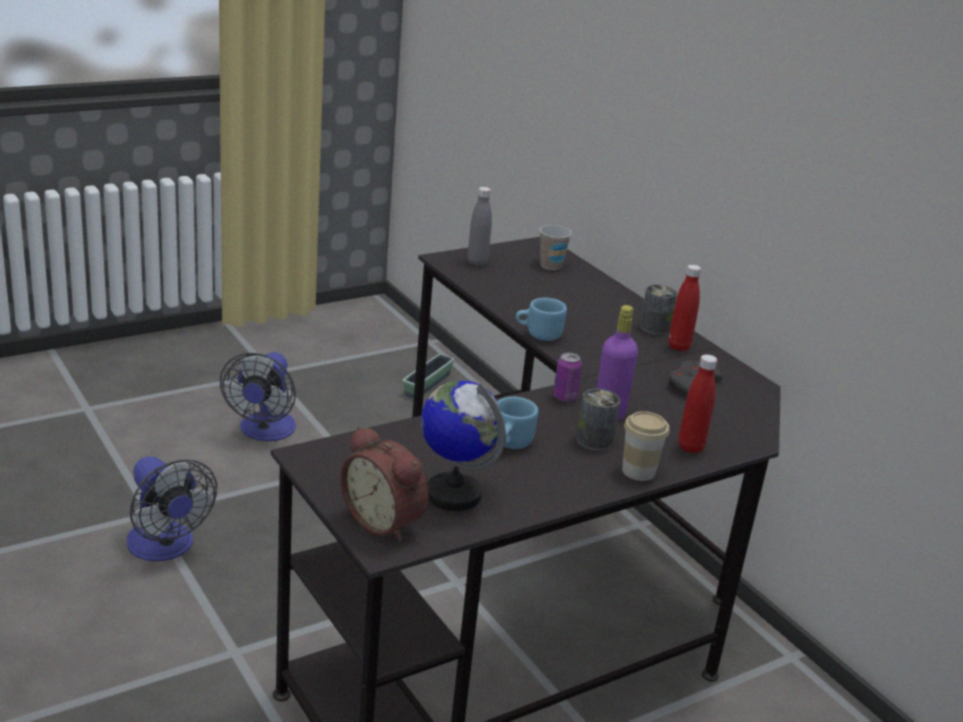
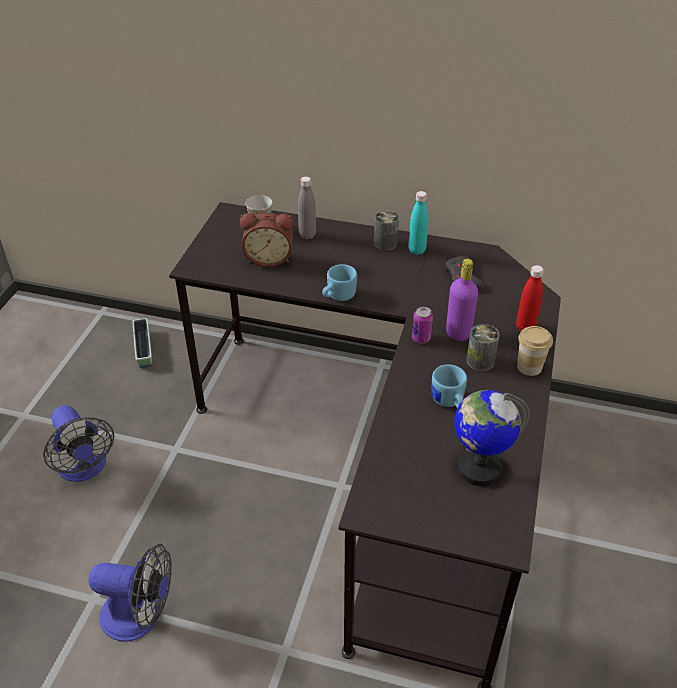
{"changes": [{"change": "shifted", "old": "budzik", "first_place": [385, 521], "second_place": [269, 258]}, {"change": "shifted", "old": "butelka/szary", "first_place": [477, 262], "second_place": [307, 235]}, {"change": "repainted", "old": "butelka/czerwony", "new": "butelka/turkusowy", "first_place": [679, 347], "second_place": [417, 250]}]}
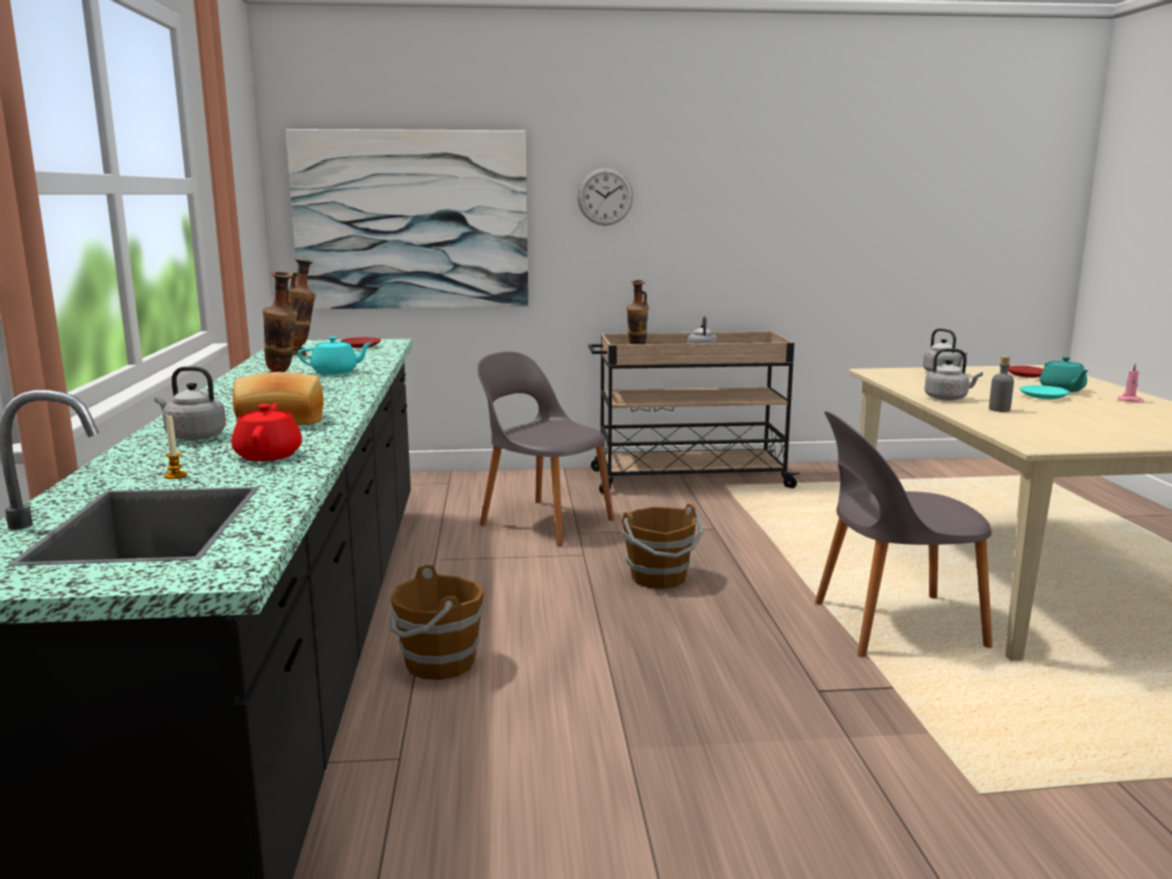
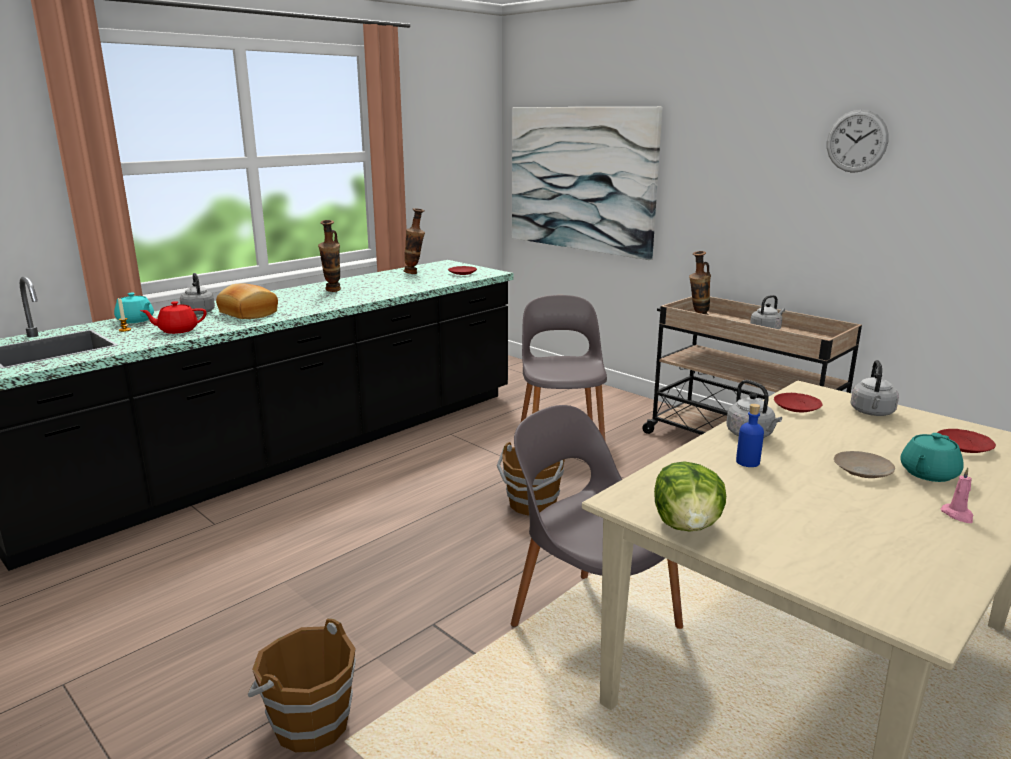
{"changes": [{"change": "rotated", "old": "imbryk/czerwony", "first_place": [269, 455], "second_place": [177, 330], "degrees": -150}, {"change": "shifted", "old": "imbryk/turkusowy", "first_place": [336, 372], "second_place": [136, 320]}, {"change": "shifted", "old": "wiadro/brązowy", "first_place": [438, 663], "second_place": [309, 723]}, {"change": "shifted", "old": "zegar ścienny", "first_place": [605, 196], "second_place": [856, 141]}, {"change": "repainted", "old": "butelka/szary", "new": "butelka/niebieski", "first_place": [999, 409], "second_place": [747, 462]}, {"change": "repainted", "old": "talerz/turkusowy", "new": "talerz/beżowy", "first_place": [1044, 397], "second_place": [862, 471]}, {"change": "new", "new": "sałata", "second_place": [687, 526]}, {"change": "new", "new": "talerz/czerwony", "second_place": [797, 408]}]}
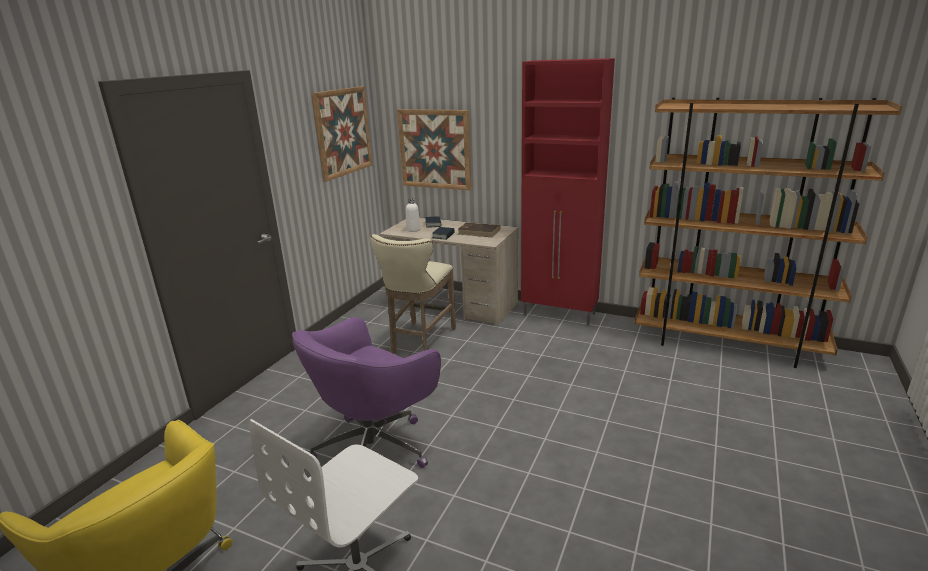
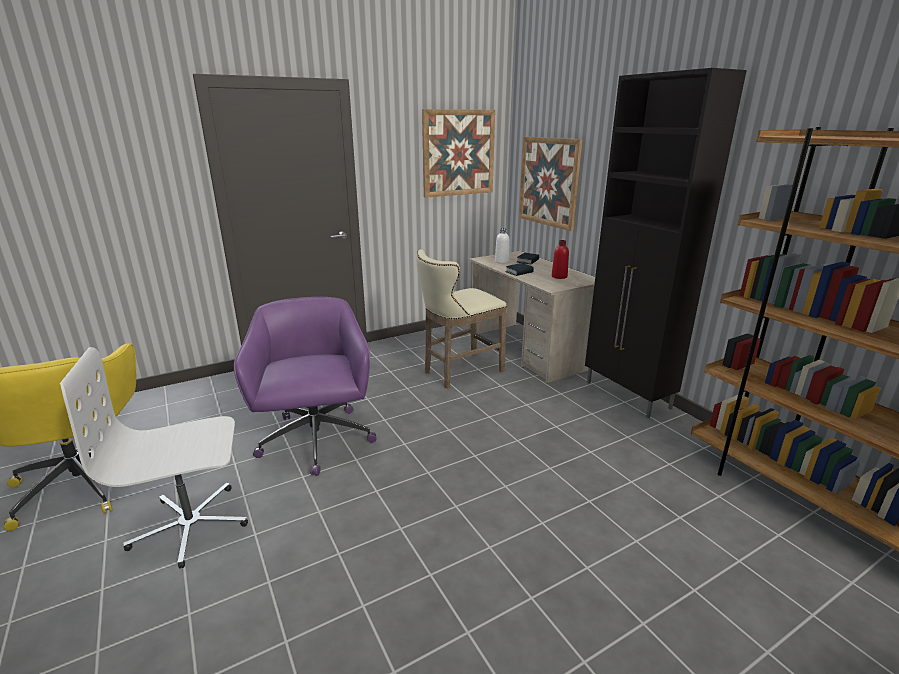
{"changes": [{"change": "rotated", "old": "krzesło biurowe/fioletowy", "first_place": [375, 448], "second_place": [316, 441], "degrees": 90}, {"change": "swapped", "old": "książka/brązowy", "new": "butelka/czerwony", "first_place": [479, 232], "second_place": [559, 276]}, {"change": "repainted", "old": "szafka/czerwony", "new": "szafka/czarny", "first_place": [560, 314], "second_place": [628, 395]}]}
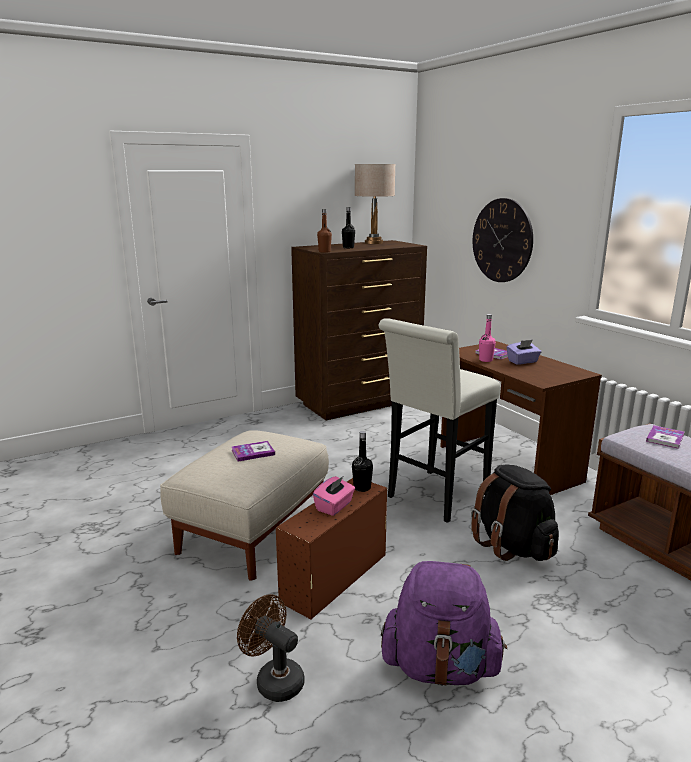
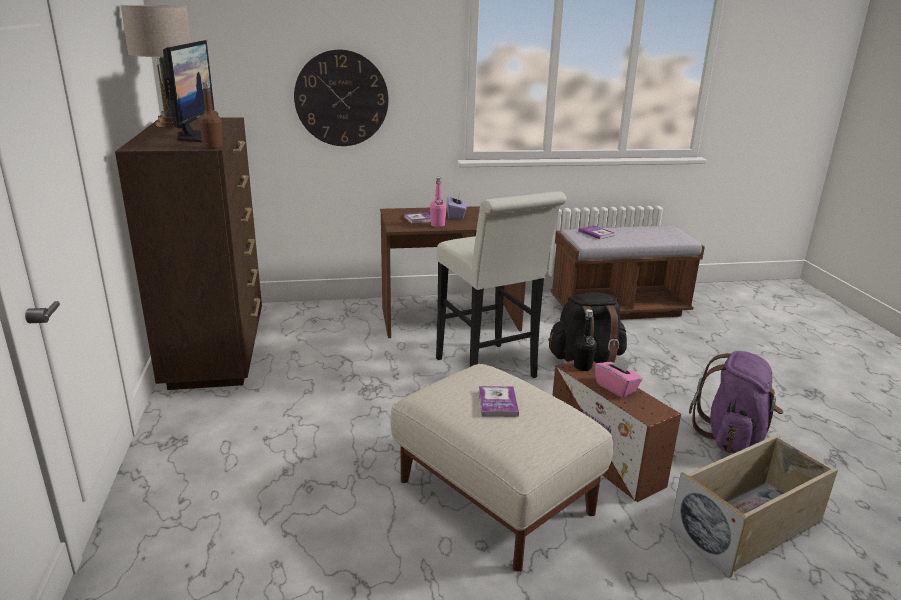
{"changes": [{"change": "swapped", "old": "wentylator/brązowy", "new": "pojemnik do przechowywania/beżowy", "first_place": [274, 679], "second_place": [747, 525]}, {"change": "swapped", "old": "butelka/czarny", "new": "monitor", "first_place": [348, 247], "second_place": [194, 136]}]}
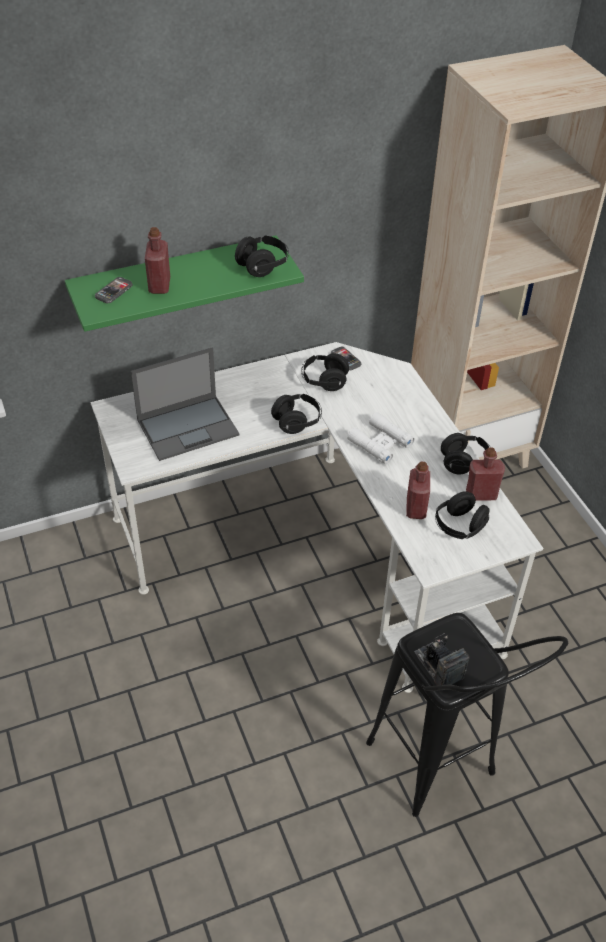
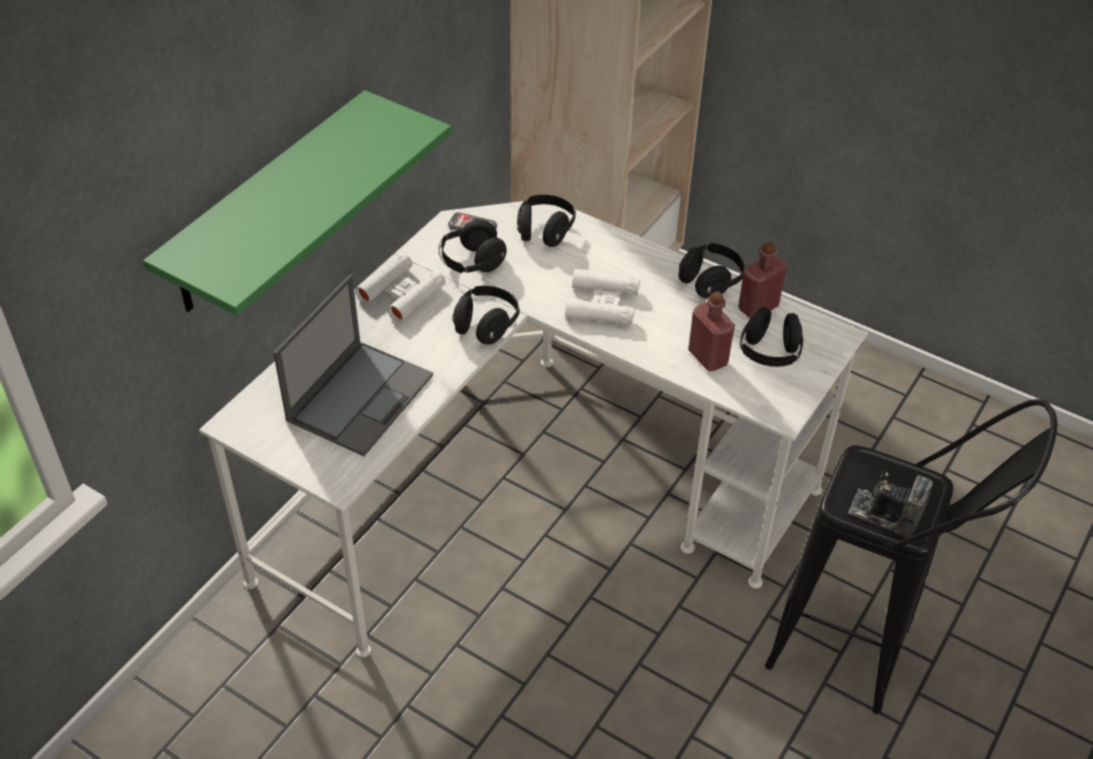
{"changes": [{"change": "gone", "old": "telefon", "first_place": [114, 291]}, {"change": "gone", "old": "butelka/czerwony", "first_place": [159, 285]}, {"change": "shifted", "old": "słuchawki/czarny", "first_place": [262, 266], "second_place": [545, 231]}, {"change": "new", "new": "lornetka/biały", "second_place": [401, 293]}]}
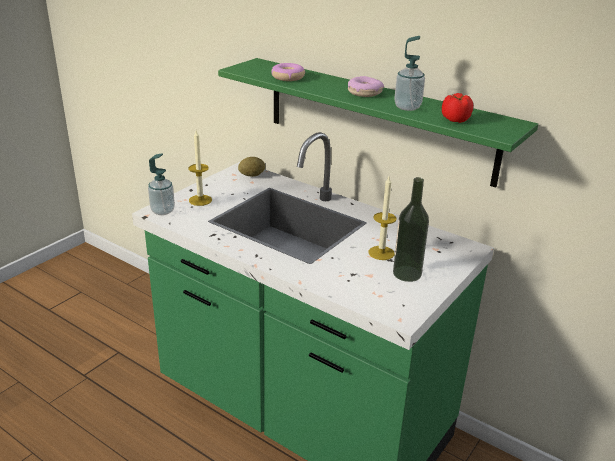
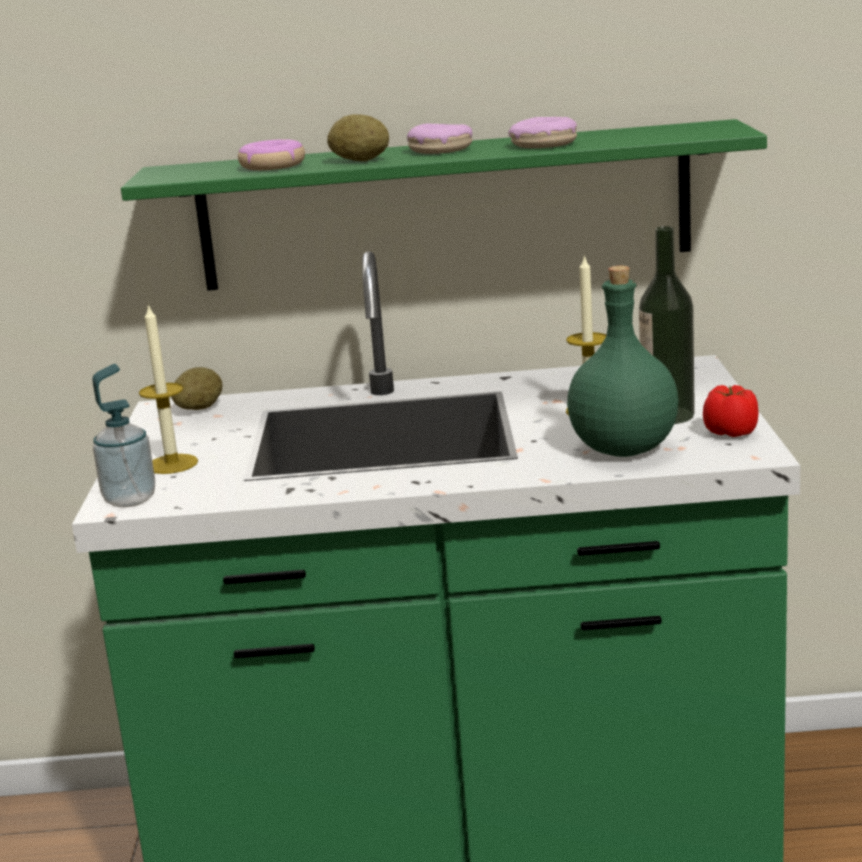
{"changes": [{"change": "swapped", "old": "dozownik mydła", "new": "donut", "first_place": [407, 107], "second_place": [543, 144]}, {"change": "shifted", "old": "pomidor", "first_place": [456, 120], "second_place": [731, 432]}, {"change": "new", "new": "ziemniak", "second_place": [360, 161]}, {"change": "new", "new": "butelka/zielony", "second_place": [625, 449]}]}
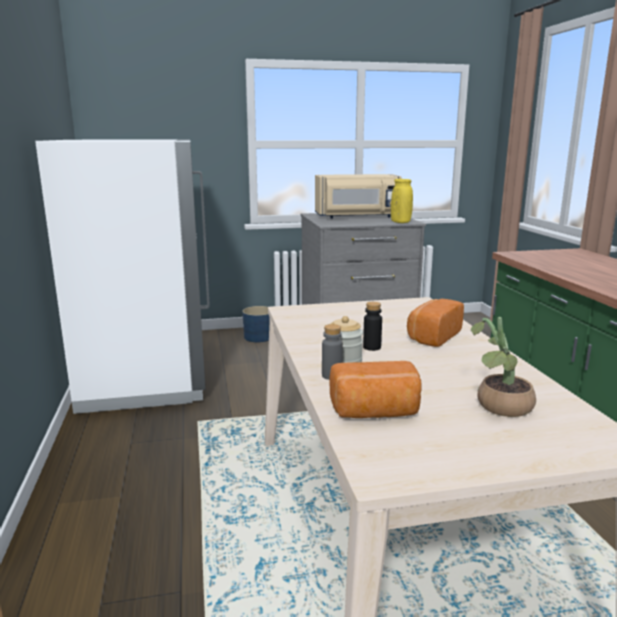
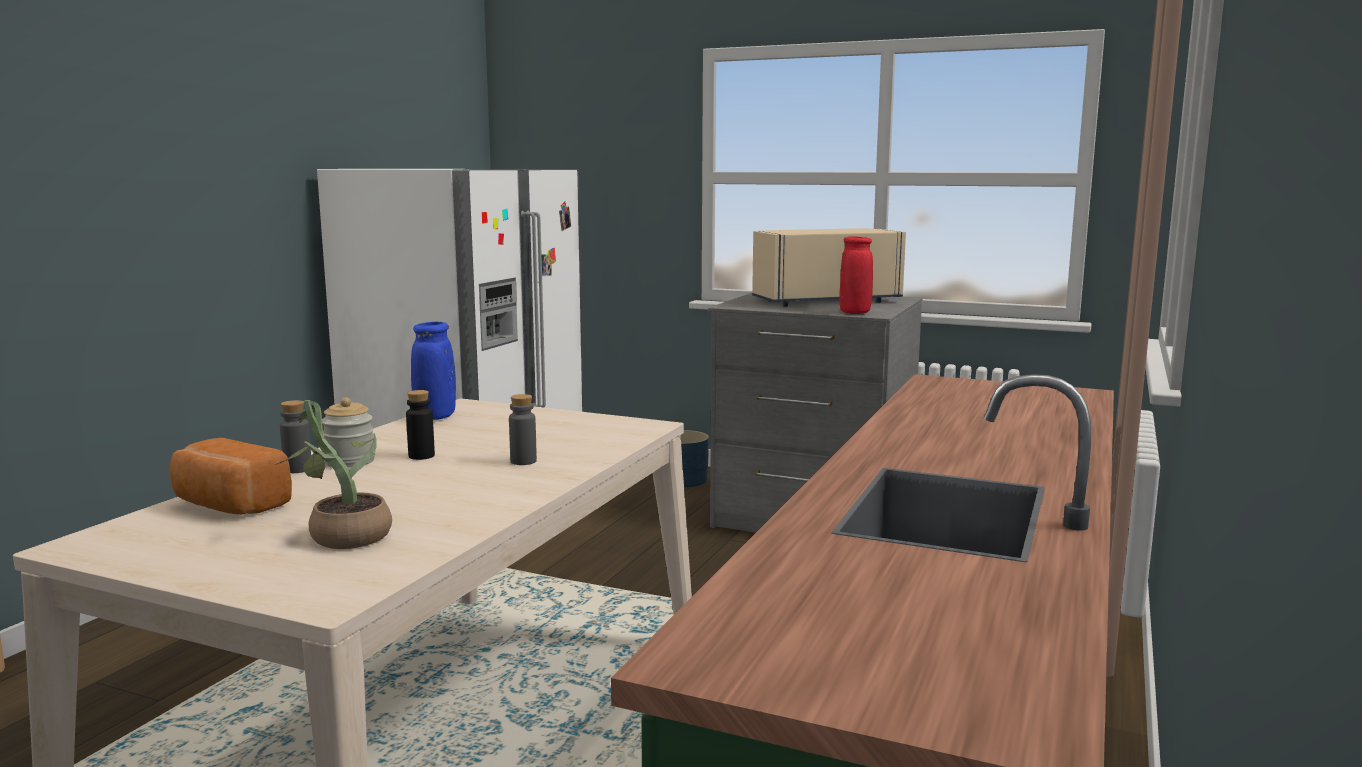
{"changes": [{"change": "rotated", "old": "mikrofalówka/beżowy", "first_place": [357, 217], "second_place": [822, 300], "degrees": 135}, {"change": "repainted", "old": "wazon/żółty", "new": "wazon/czerwony", "first_place": [400, 222], "second_place": [854, 312]}, {"change": "swapped", "old": "chleb", "new": "butelka/szary", "first_place": [432, 336], "second_place": [523, 461]}, {"change": "new", "new": "wazon/niebieski", "second_place": [435, 417]}]}
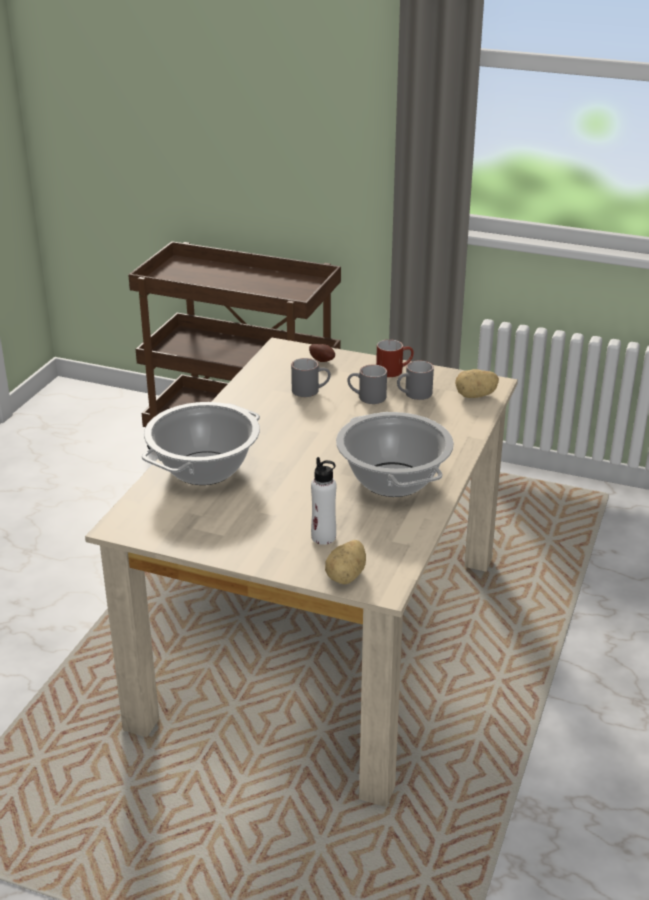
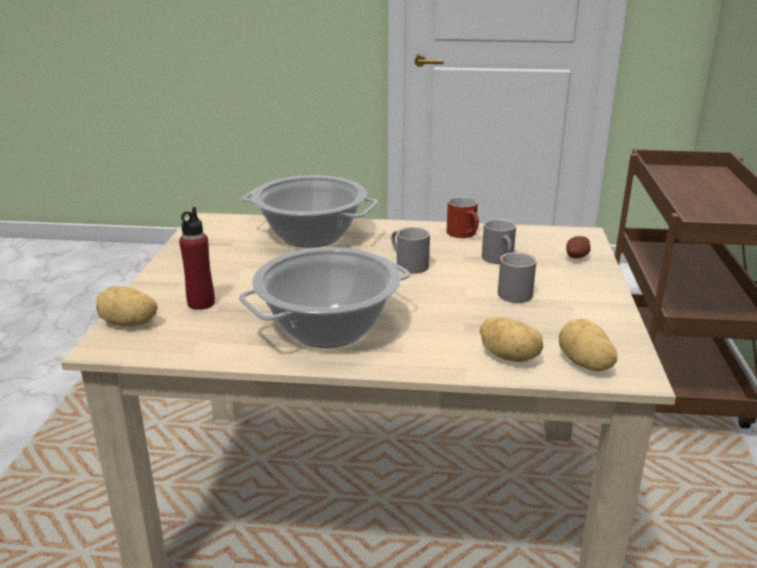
{"changes": [{"change": "repainted", "old": "butelka/biały", "new": "butelka/czerwony", "first_place": [323, 537], "second_place": [201, 303]}, {"change": "shifted", "old": "kubek/czerwony", "first_place": [394, 370], "second_place": [465, 234]}, {"change": "shifted", "old": "kubek/szary", "first_place": [414, 395], "second_place": [407, 265]}, {"change": "new", "new": "ziemniak", "second_place": [510, 356]}]}
